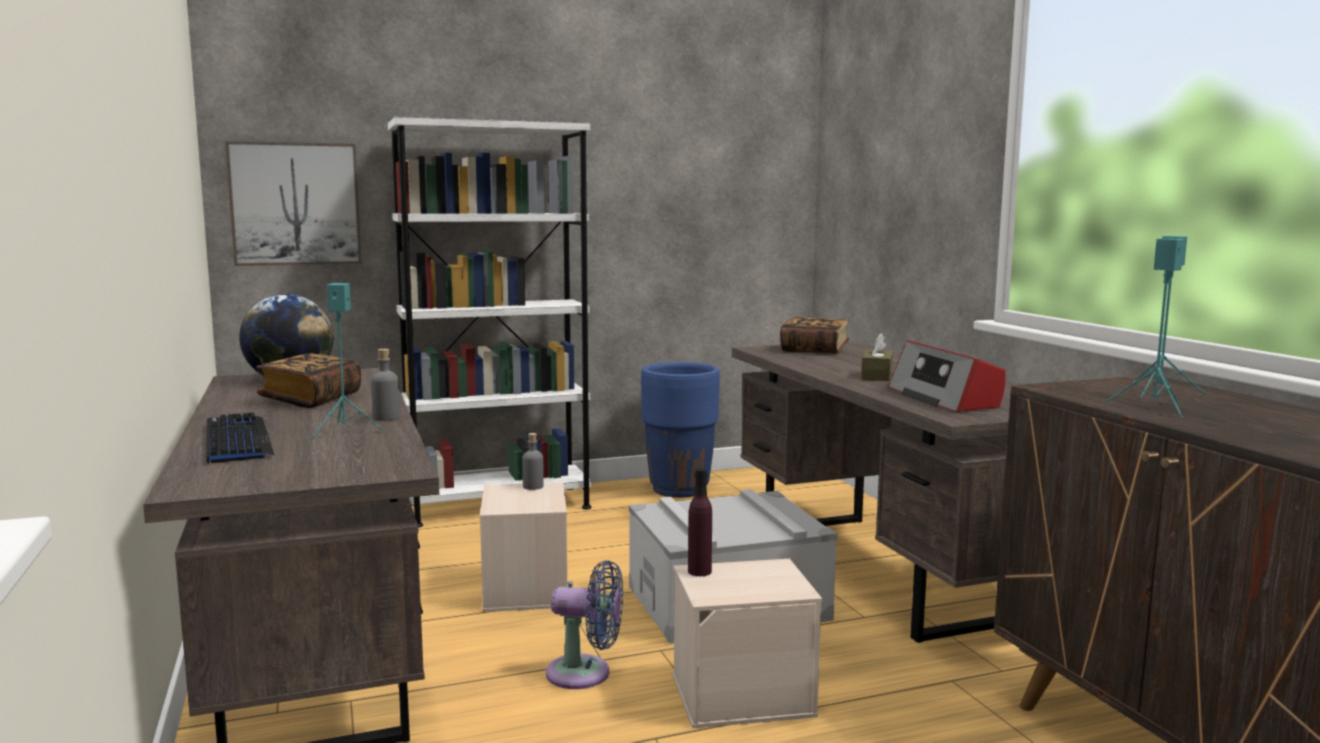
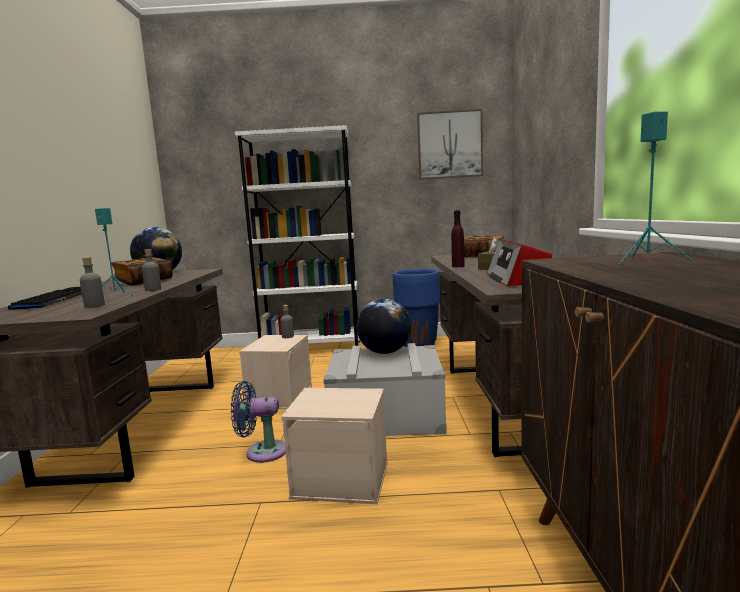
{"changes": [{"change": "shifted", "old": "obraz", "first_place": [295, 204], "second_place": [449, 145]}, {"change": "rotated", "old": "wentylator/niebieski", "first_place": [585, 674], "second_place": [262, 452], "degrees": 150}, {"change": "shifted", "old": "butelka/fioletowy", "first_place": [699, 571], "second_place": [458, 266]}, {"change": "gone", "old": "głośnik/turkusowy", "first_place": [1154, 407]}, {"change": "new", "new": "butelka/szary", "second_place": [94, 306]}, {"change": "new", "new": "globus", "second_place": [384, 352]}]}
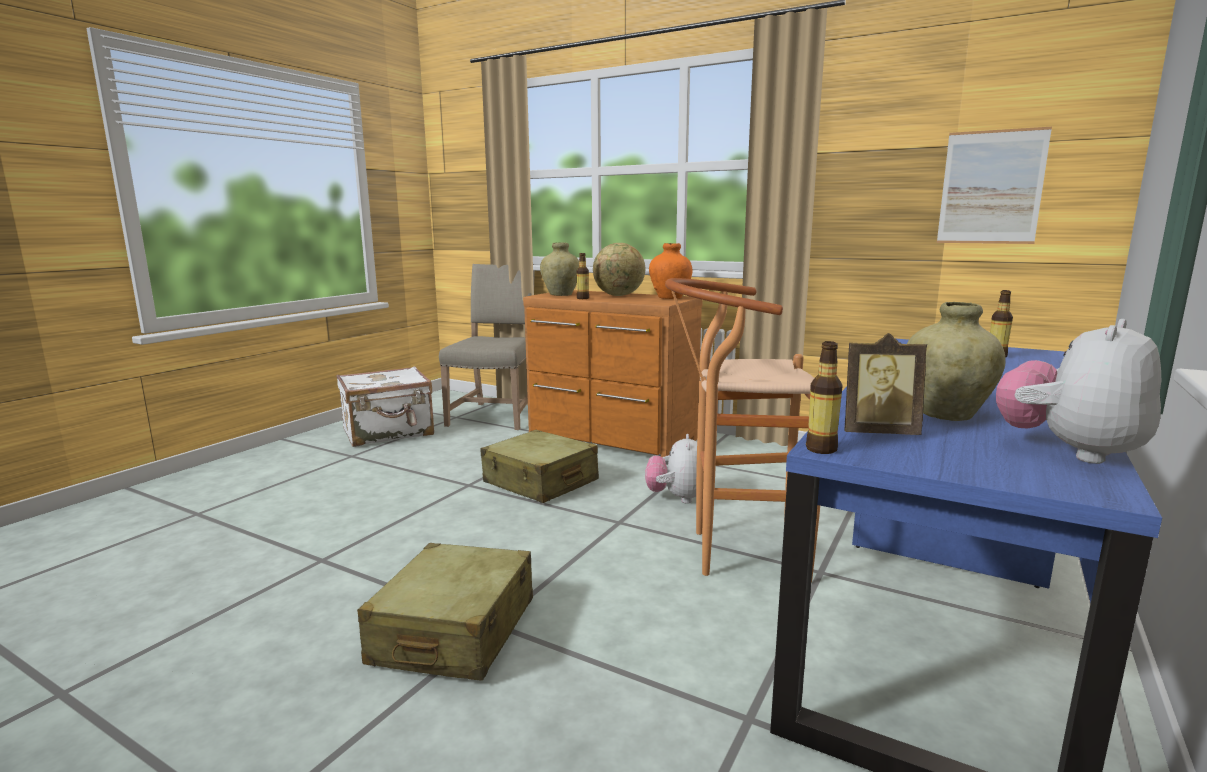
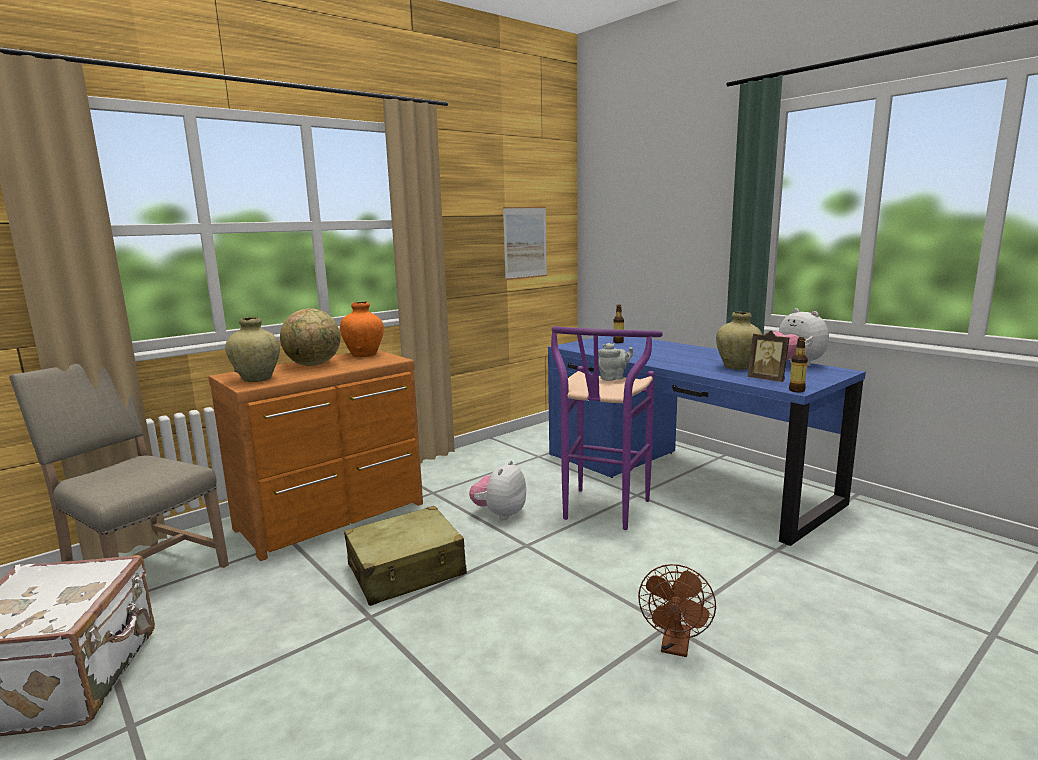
{"changes": [{"change": "swapped", "old": "walizka/beżowy", "new": "wentylator/brązowy", "first_place": [454, 632], "second_place": [676, 647]}, {"change": "gone", "old": "butelka", "first_place": [583, 298]}, {"change": "rotated", "old": "pluszak", "first_place": [677, 498], "second_place": [500, 514], "degrees": 90}, {"change": "repainted", "old": "stołek/brązowy", "new": "stołek/fioletowy", "first_place": [736, 553], "second_place": [601, 513]}, {"change": "rotated", "old": "ramka na zdjęcie", "first_place": [878, 432], "second_place": [768, 379], "degrees": 105}, {"change": "new", "new": "imbryk/szary", "second_place": [613, 378]}]}
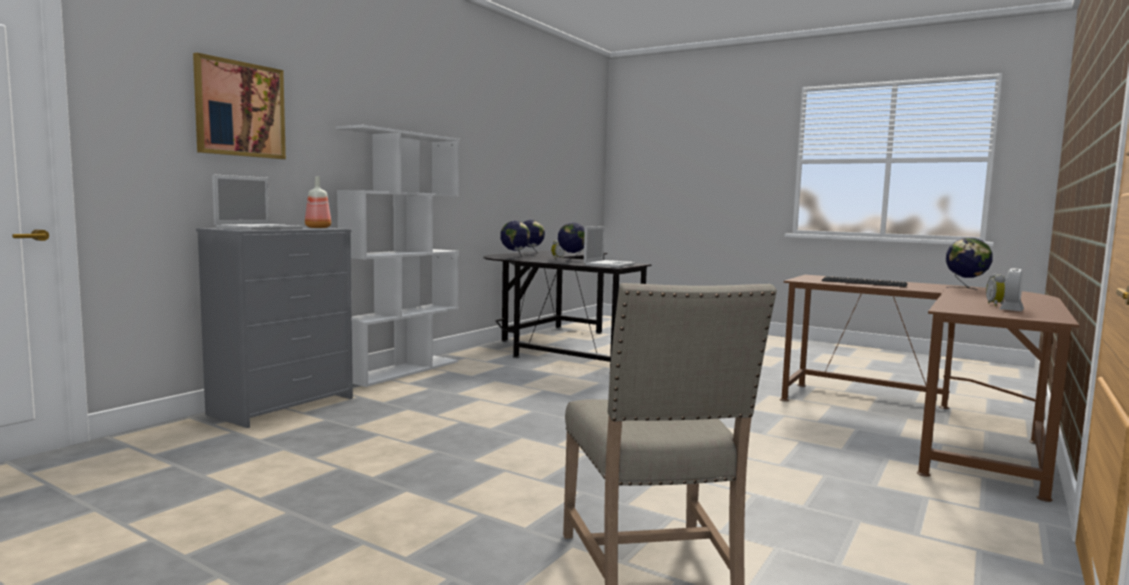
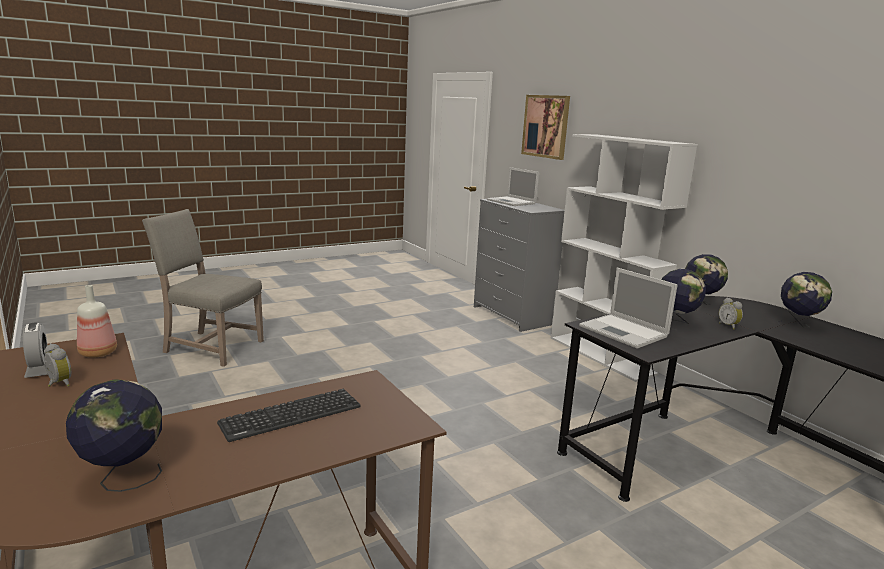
{"changes": [{"change": "shifted", "old": "butelka", "first_place": [317, 228], "second_place": [99, 352]}]}
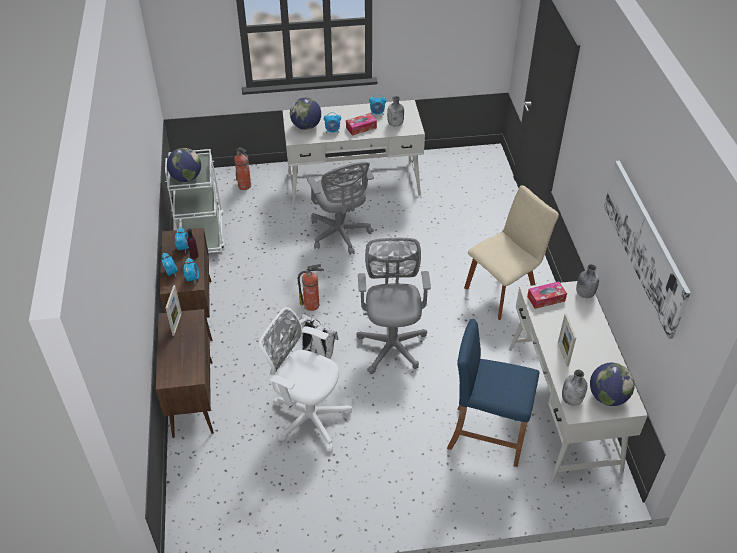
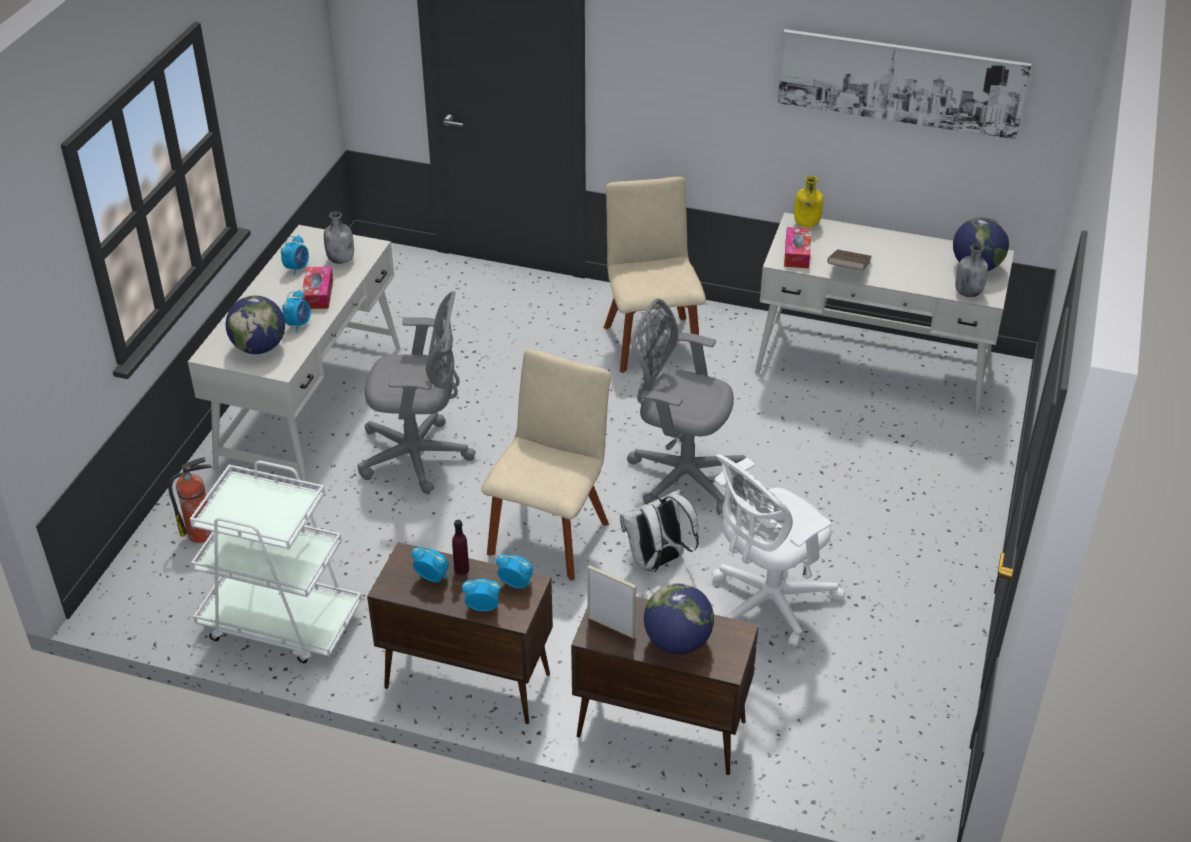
{"changes": [{"change": "shifted", "old": "globus", "first_place": [186, 178], "second_place": [677, 642]}, {"change": "swapped", "old": "gaśnica", "new": "krzesło/beżowy", "first_place": [312, 305], "second_place": [550, 533]}, {"change": "gone", "old": "stołek/niebieski", "first_place": [487, 435]}, {"change": "gone", "old": "ramka na zdjęcie", "first_place": [563, 354]}, {"change": "repainted", "old": "butelka/szary", "new": "butelka/żółty", "first_place": [584, 294], "second_place": [806, 224]}, {"change": "new", "new": "książka/brązowy", "second_place": [848, 270]}]}
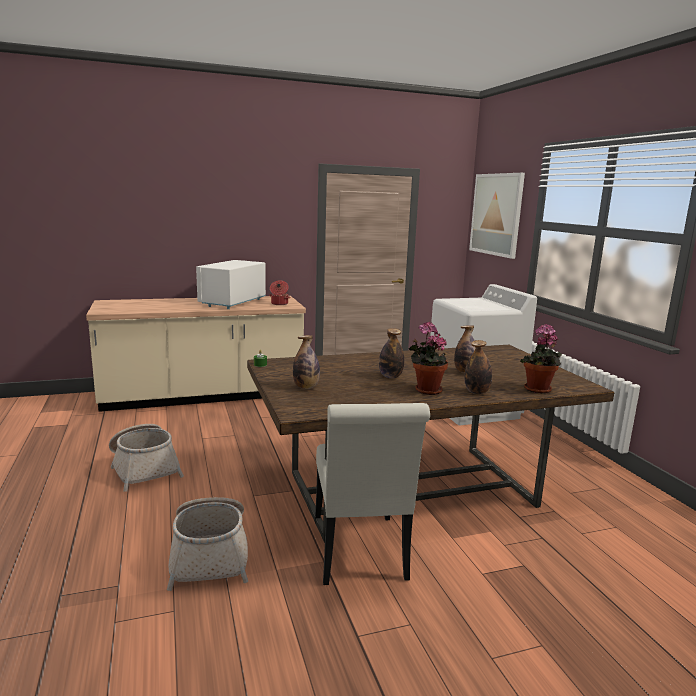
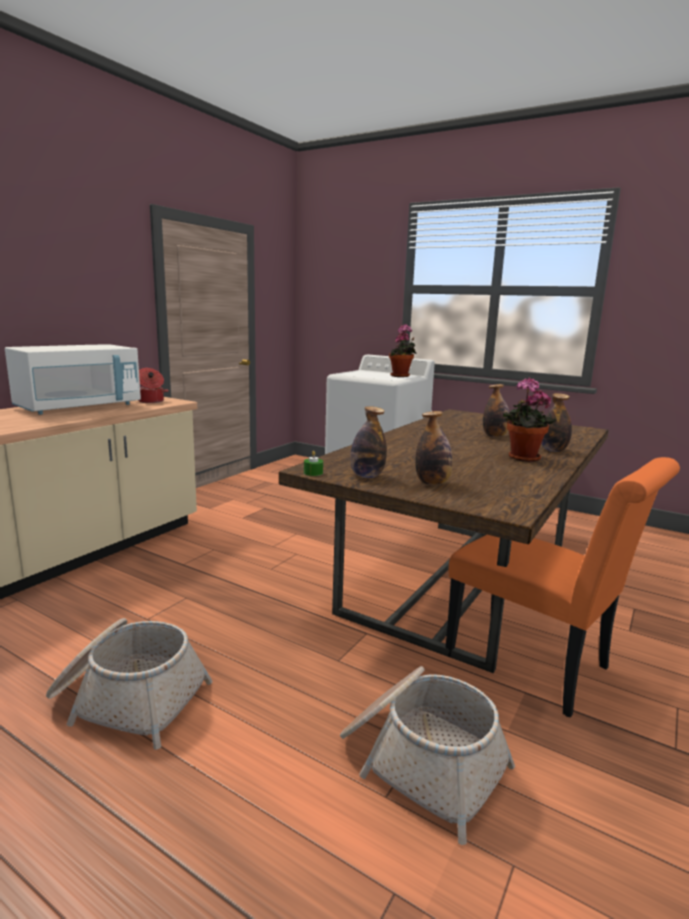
{"changes": [{"change": "rotated", "old": "mikrofalówka/biały", "first_place": [232, 302], "second_place": [79, 407], "degrees": -120}, {"change": "repainted", "old": "krzesło/biały", "new": "krzesło/pomarańczowy", "first_place": [360, 554], "second_place": [537, 666]}, {"change": "shifted", "old": "butelka", "first_place": [390, 376], "second_place": [367, 476]}, {"change": "gone", "old": "obraz", "first_place": [496, 214]}, {"change": "shifted", "old": "roślina doniczkowa", "first_place": [538, 390], "second_place": [401, 376]}]}
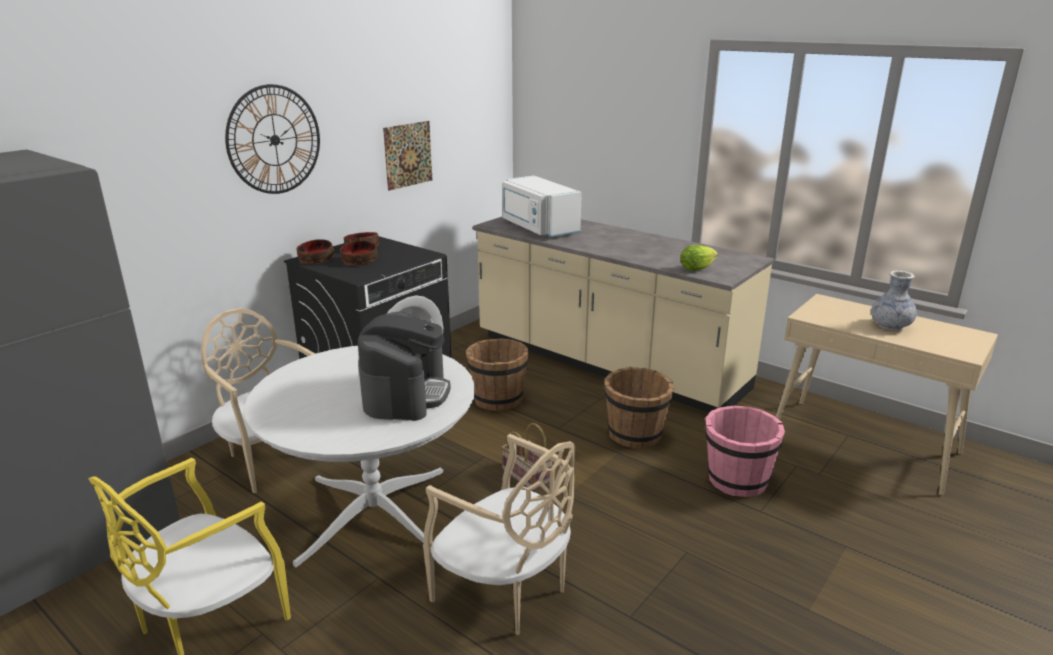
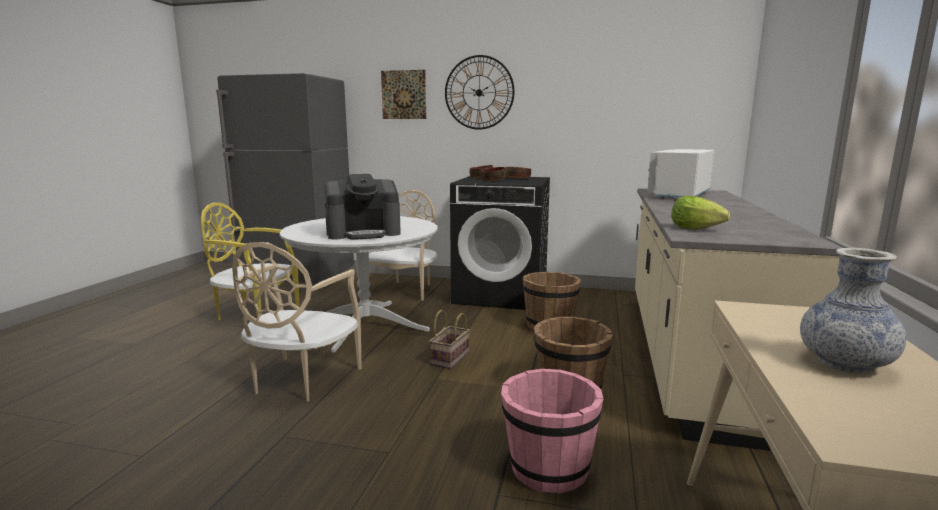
{"changes": [{"change": "shifted", "old": "obraz", "first_place": [408, 155], "second_place": [403, 94]}]}
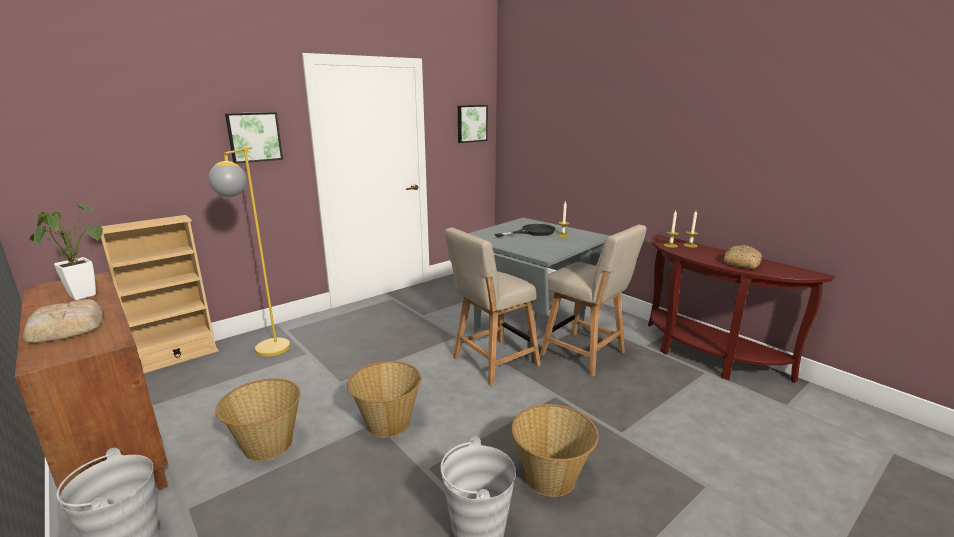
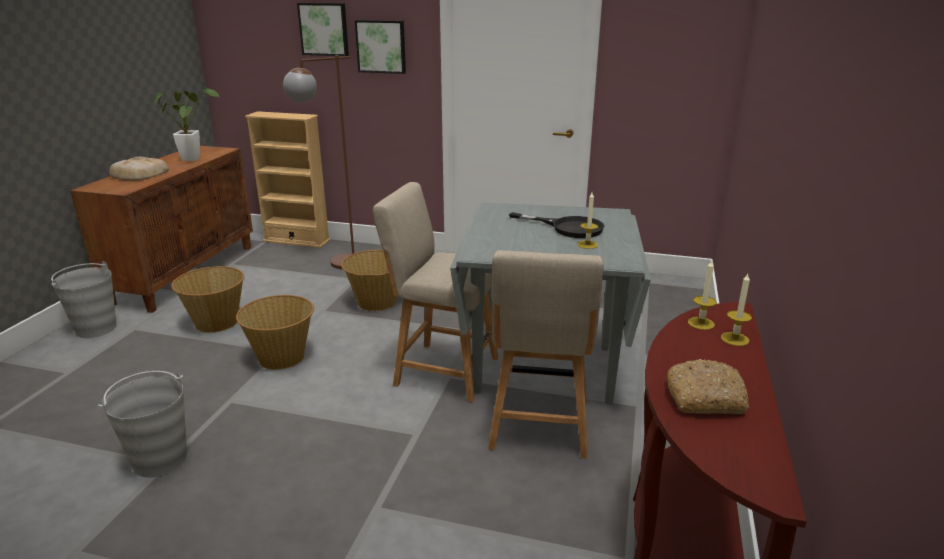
{"changes": [{"change": "repainted", "old": "lampa stojąca/żółty", "new": "lampa stojąca/brązowy", "first_place": [268, 354], "second_place": [336, 265]}, {"change": "shifted", "old": "obraz", "first_place": [471, 123], "second_place": [324, 29]}, {"change": "shifted", "old": "koszyk", "first_place": [551, 478], "second_place": [376, 302]}]}
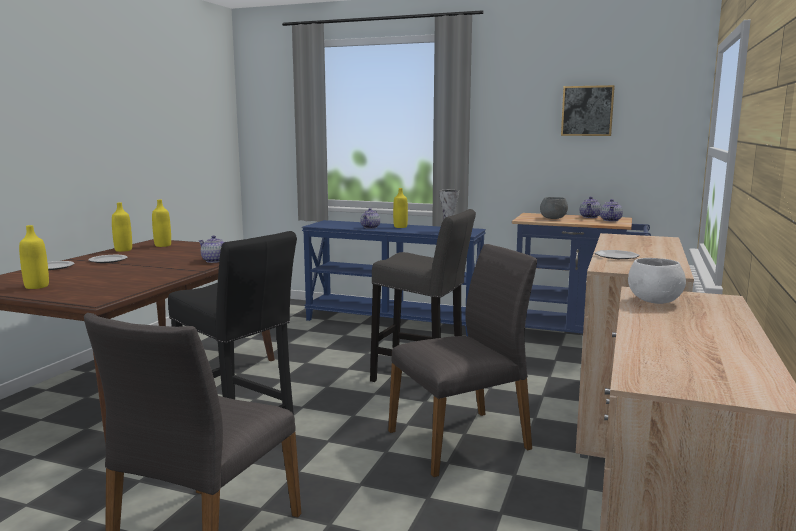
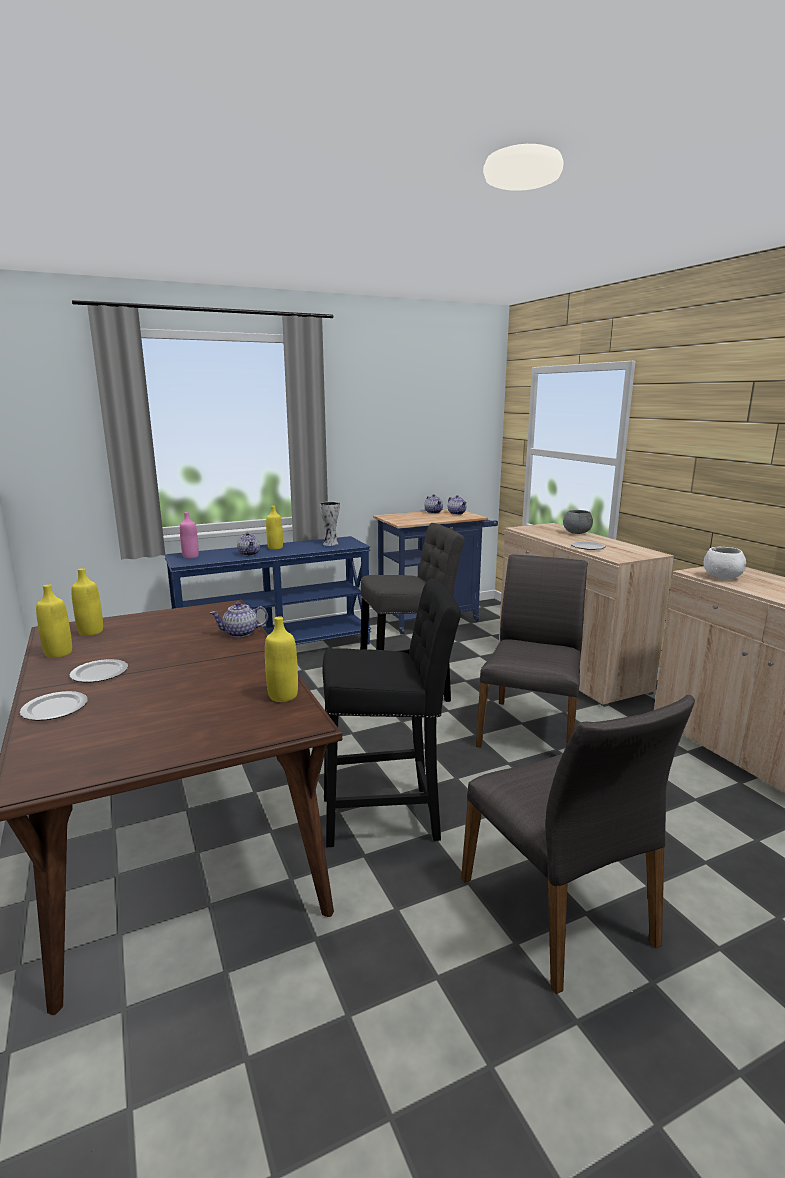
{"changes": [{"change": "shifted", "old": "butelka/żółty", "first_place": [37, 286], "second_place": [283, 696]}, {"change": "shifted", "old": "miska/szary", "first_place": [553, 218], "second_place": [577, 533]}, {"change": "gone", "old": "obraz", "first_place": [587, 111]}, {"change": "new", "new": "butelka/różowy", "second_place": [190, 556]}]}
